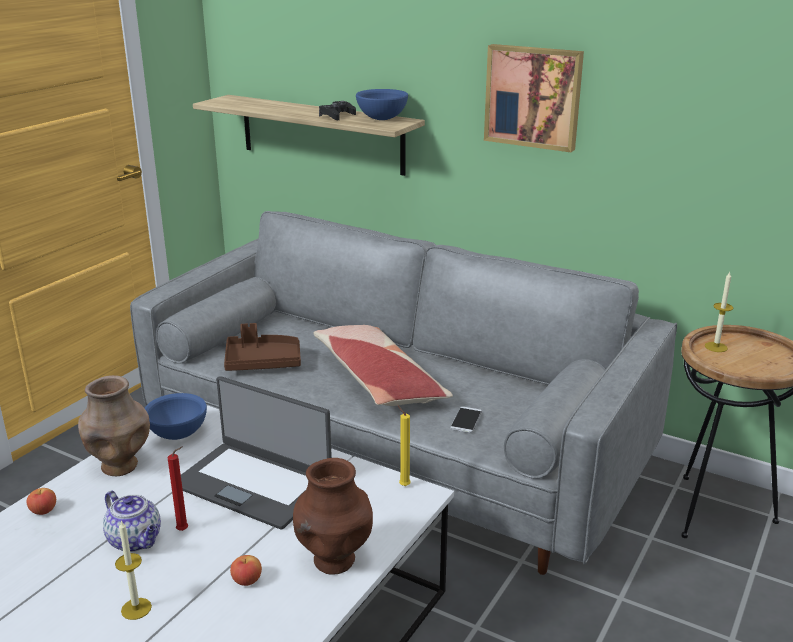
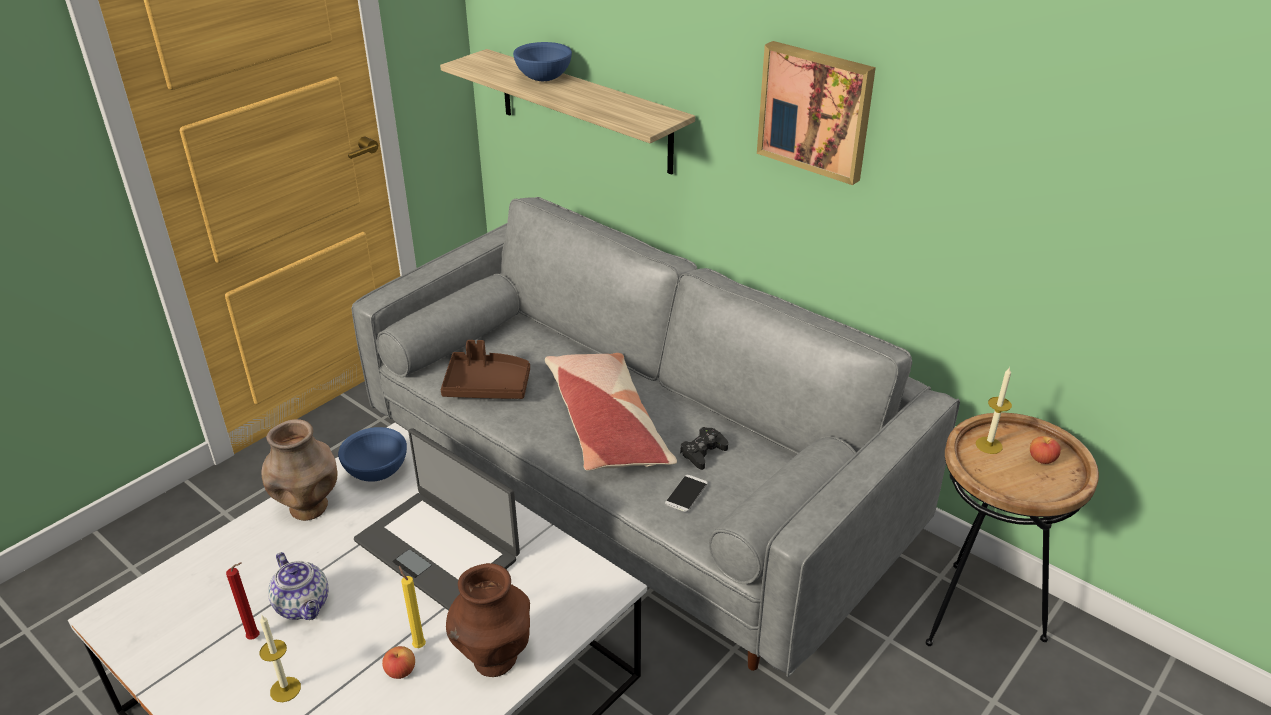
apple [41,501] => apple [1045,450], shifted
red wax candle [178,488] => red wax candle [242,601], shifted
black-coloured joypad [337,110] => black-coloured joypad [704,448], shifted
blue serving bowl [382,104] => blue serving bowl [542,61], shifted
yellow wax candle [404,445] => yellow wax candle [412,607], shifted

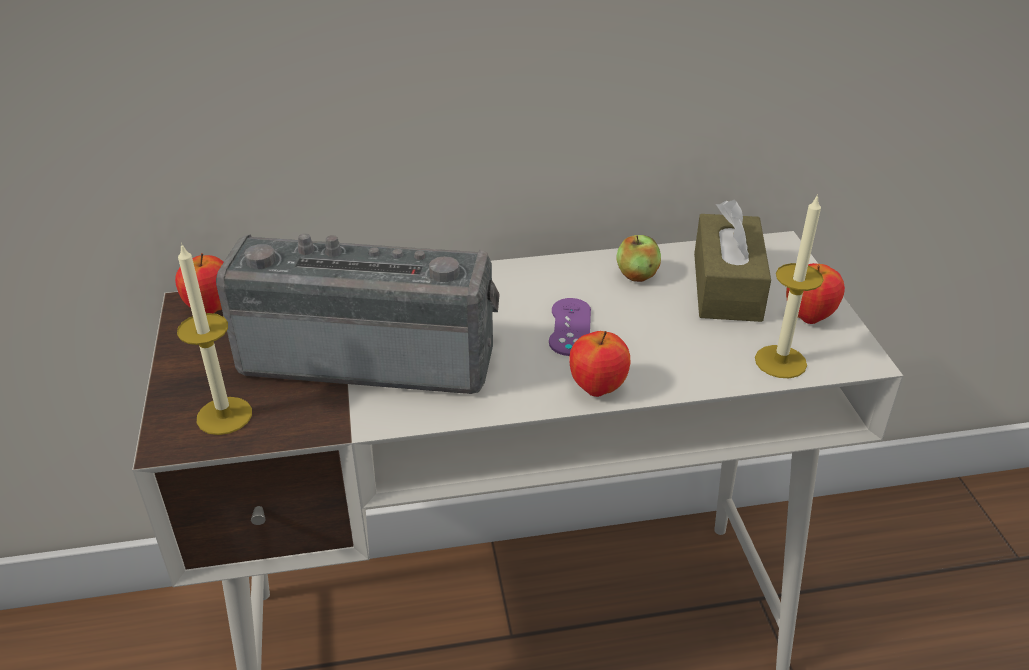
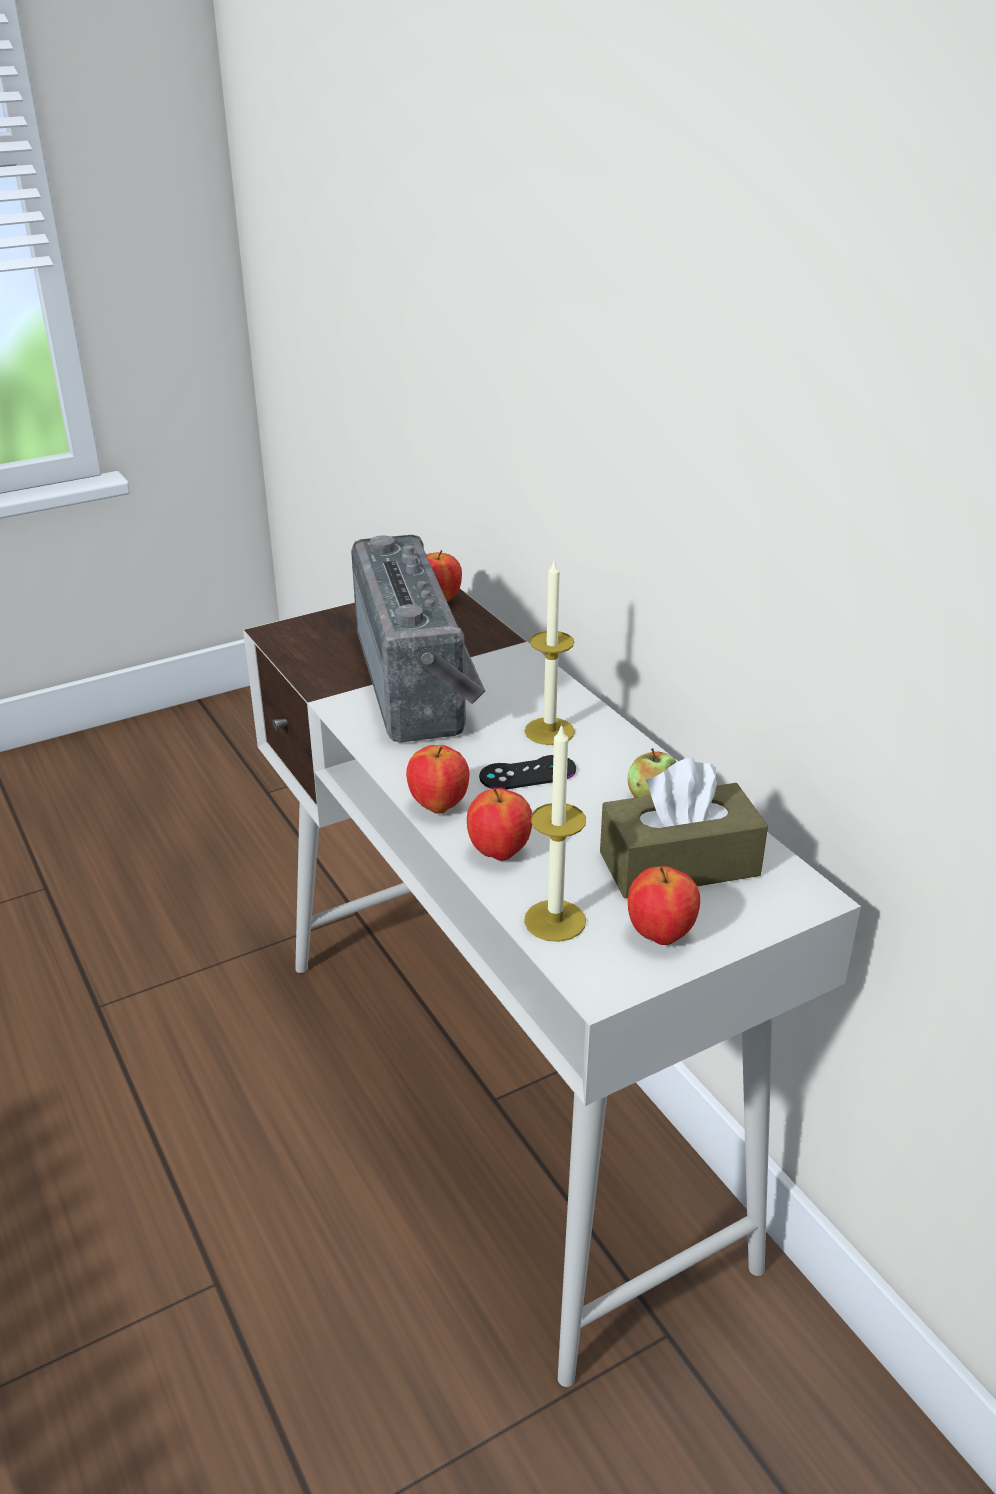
nothing => apple [499,824]
wax candle [214,339] => wax candle [550,651], shifted
purple joypad [570,327] => black-coloured joypad [527,772]

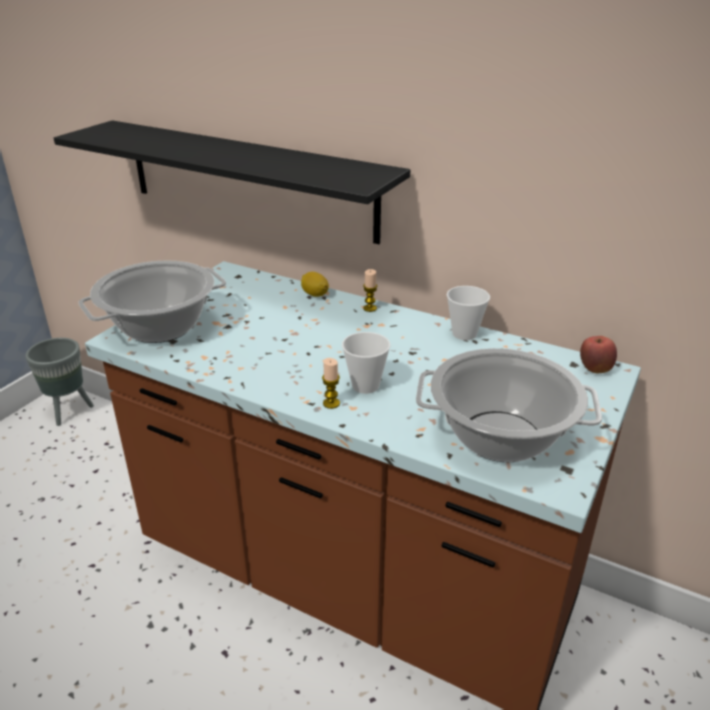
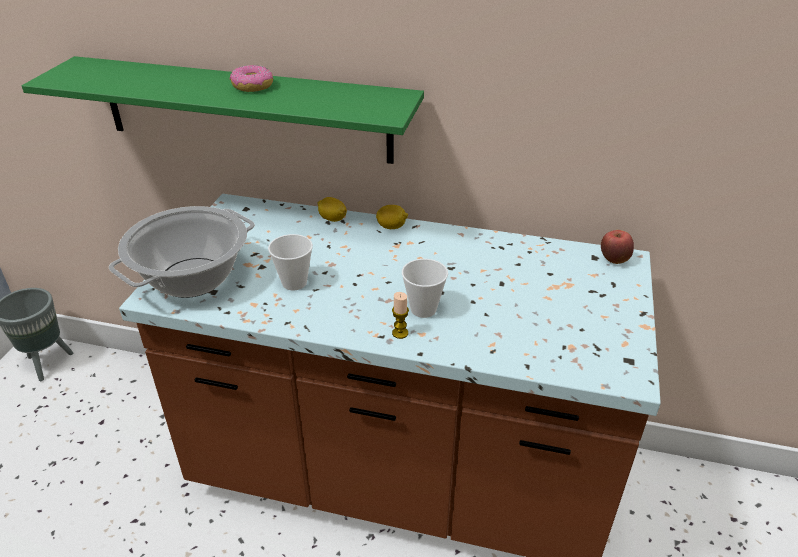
saucepot [509,405] => nothing
nothing => donut [251,78]
cup [468,313] => cup [290,262], shifted
wax candle [370,290] => citrus fruit [392,217]
black-coloured shelf [232,182] => green shelf [223,110]

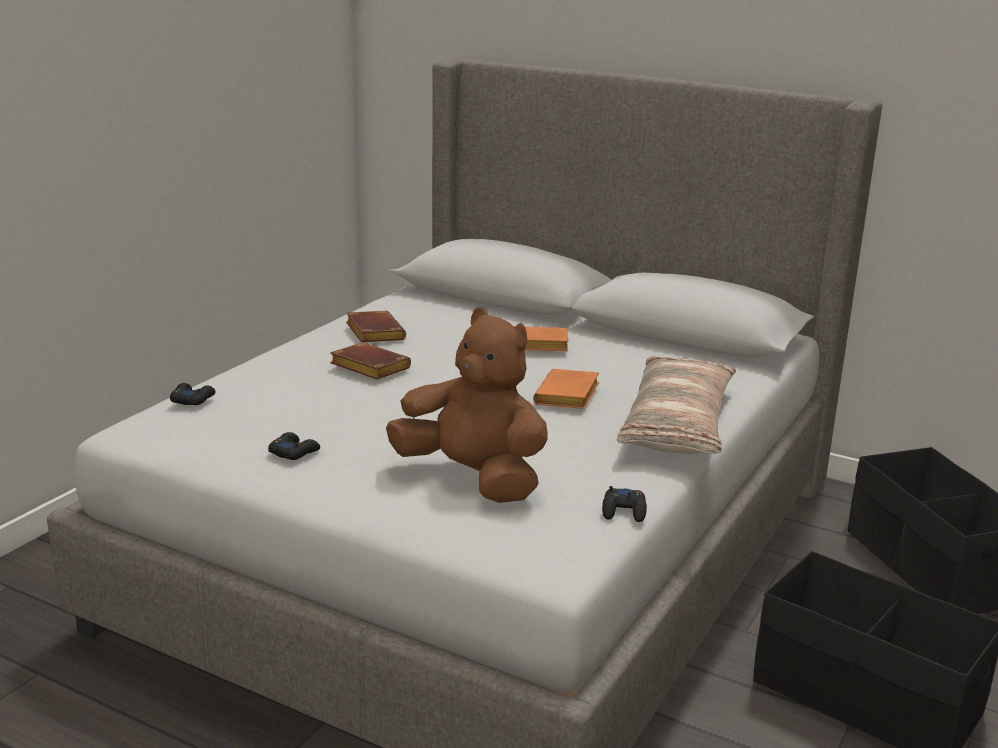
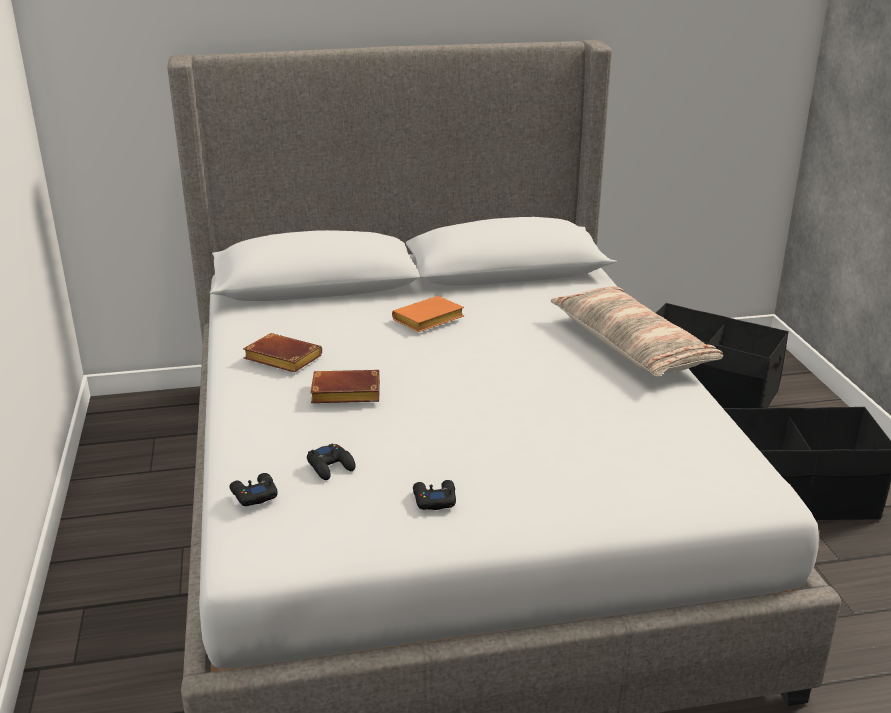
brown plush toy [467,405] => nothing
orange book [566,389] => nothing
black-coloured joypad [624,504] => black-coloured joypad [331,462], shifted

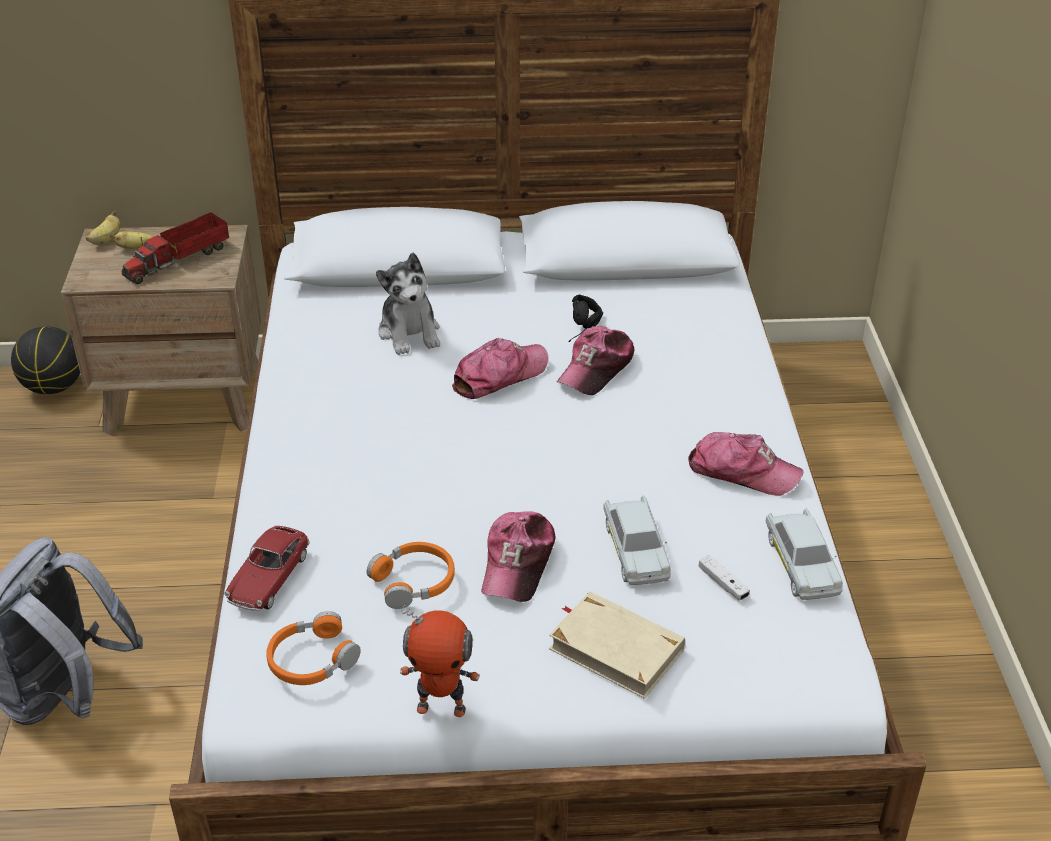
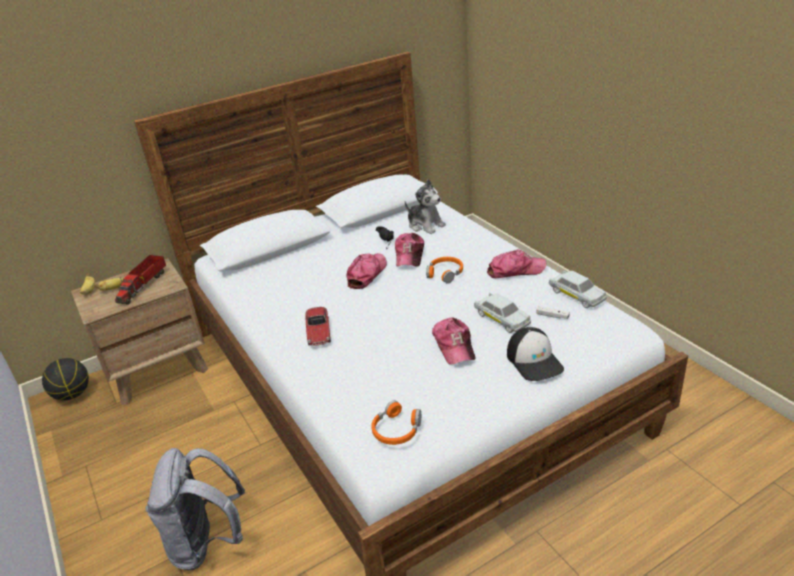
model robot [440,661] => nothing
model car [267,568] => model car [318,326], shifted
orange pair of headphones [411,575] => orange pair of headphones [444,270], shifted
plush toy [408,304] => plush toy [425,206], shifted
beige-coloured book [617,645] => cap [535,354]

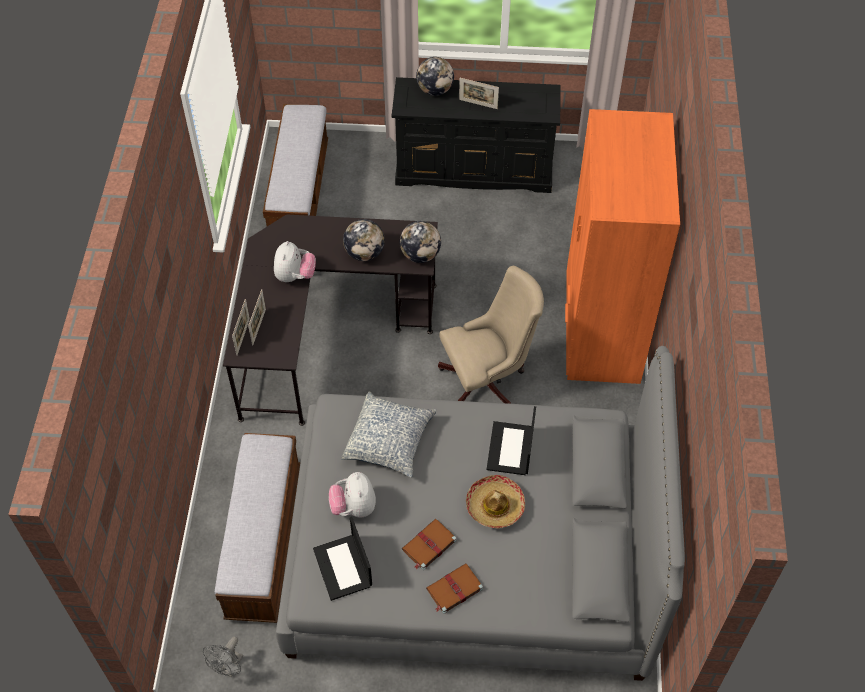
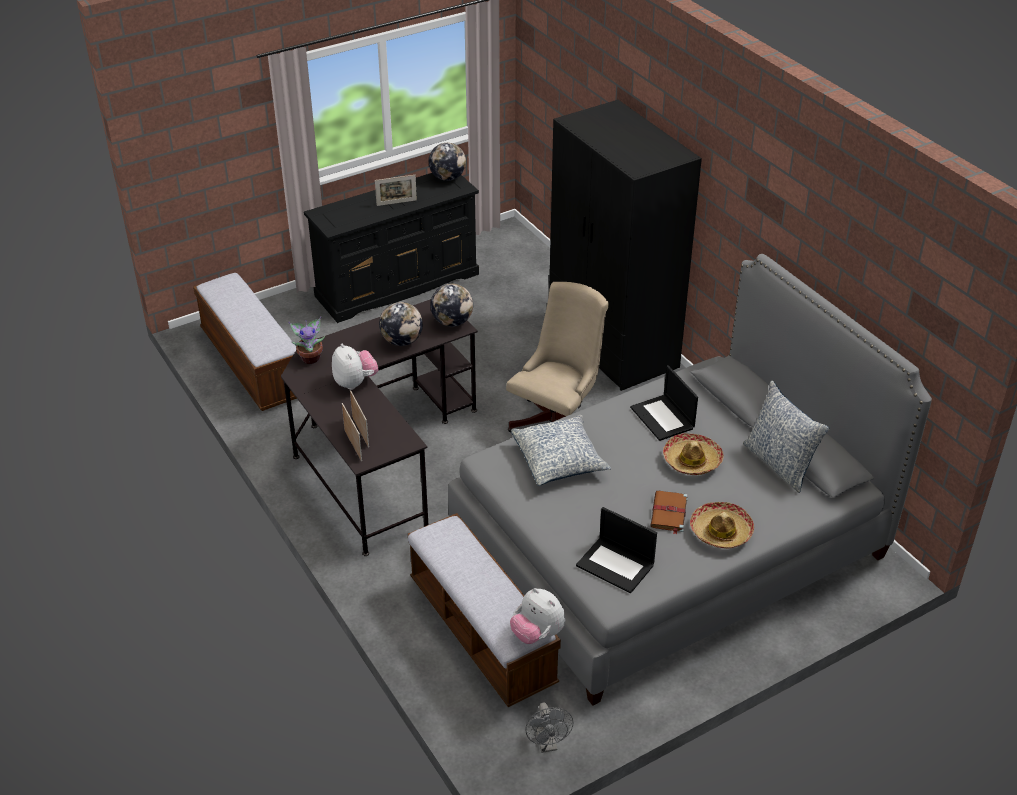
nothing => potted plant [306,340]
nothing => throw pillow [786,437]
plush toy [352,495] => plush toy [538,616], shifted
world globe [435,76] => world globe [447,162], shifted
brown book [454,589] => wearable hat [722,525]
orange clothes cupboard [622,246] => black-coloured clothes cupboard [625,245]

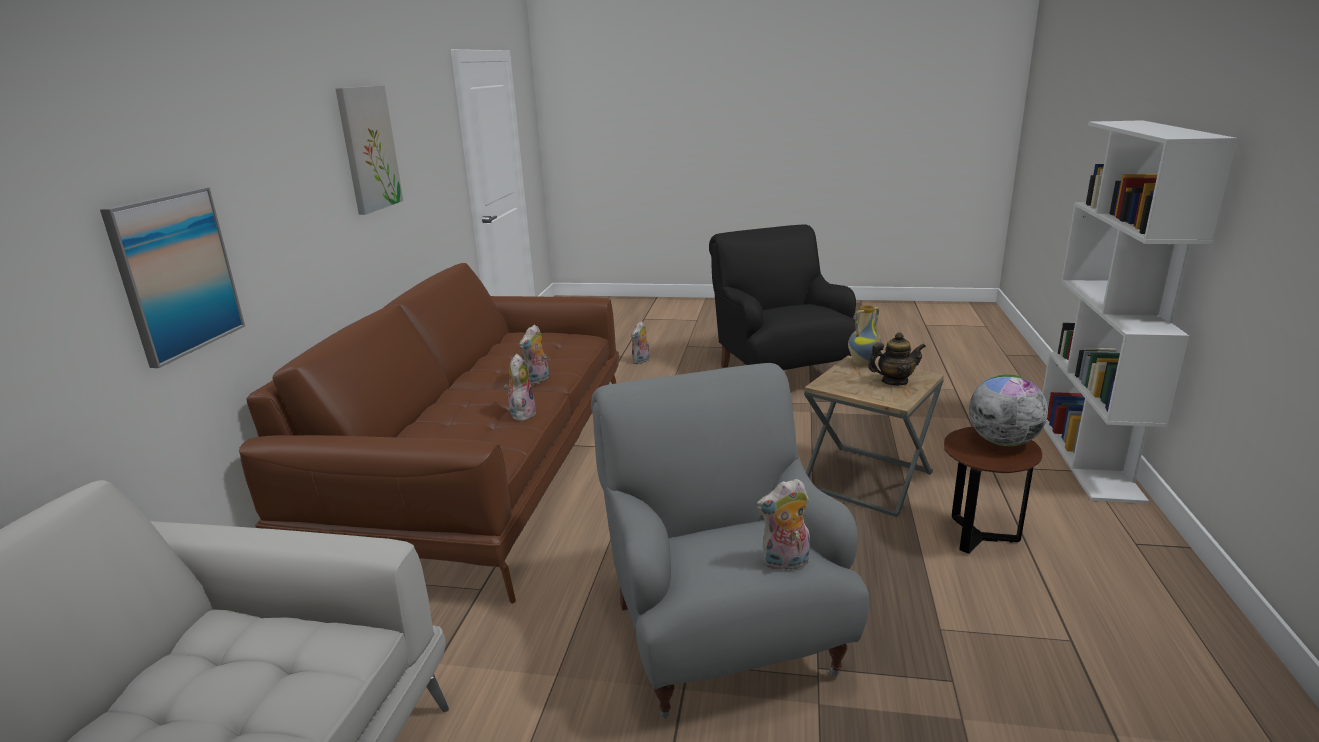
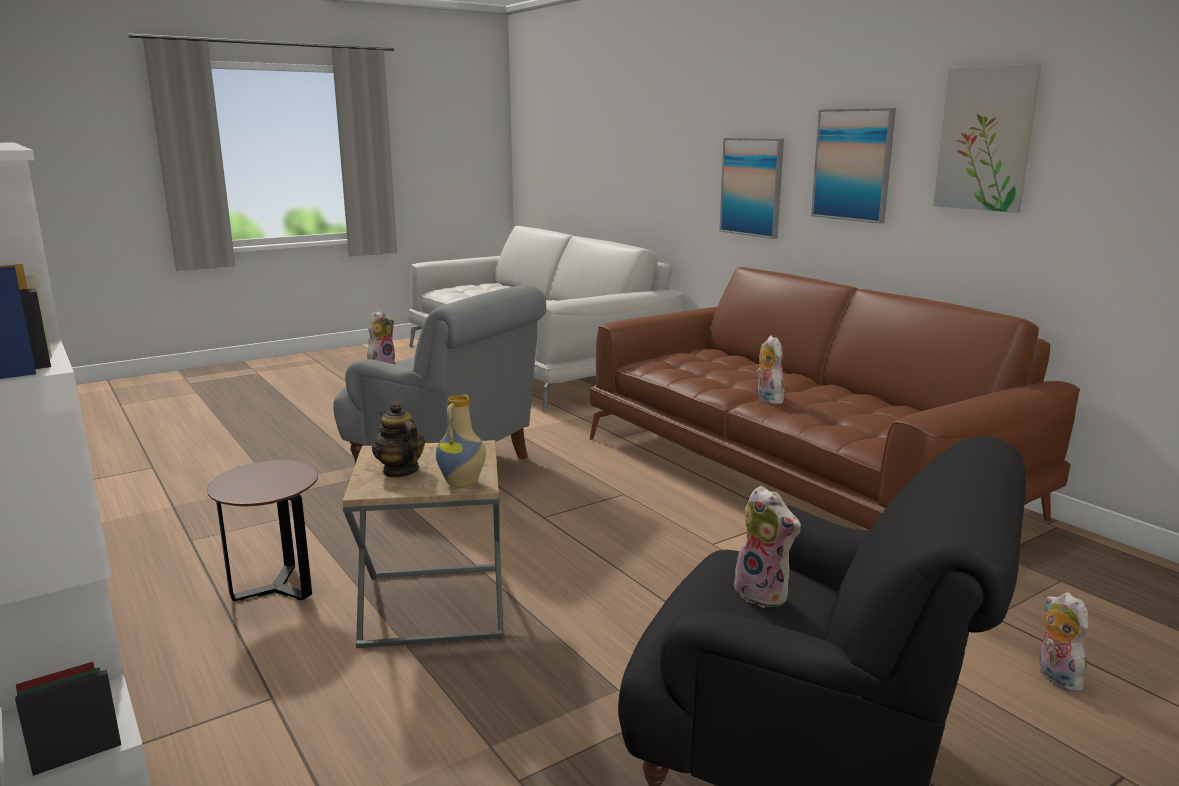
world globe [1008,410] => nothing
nothing => wall picture [853,166]
plush toy [520,387] => plush toy [765,547], shifted
pot for tea [897,359] => pot for tea [398,440], 105 degrees clockwise

